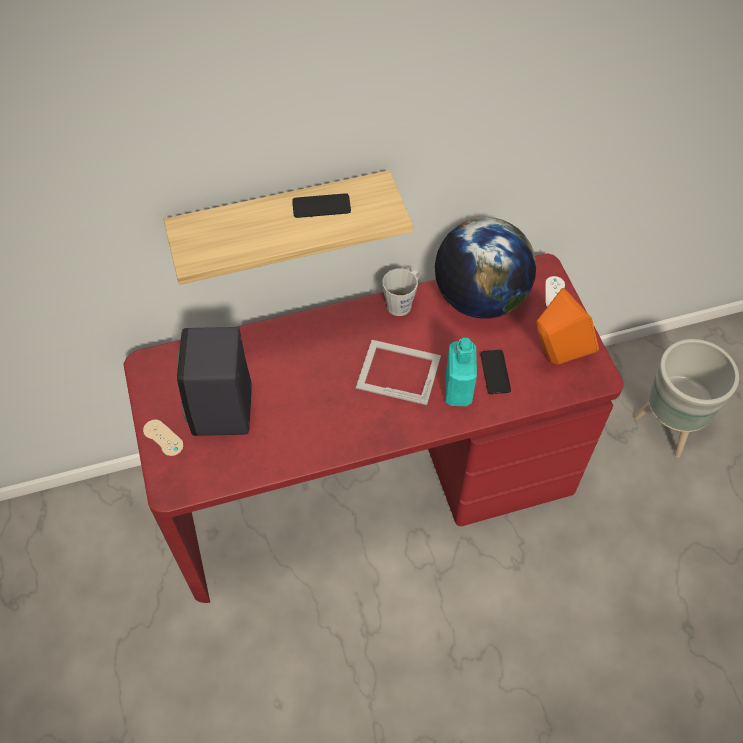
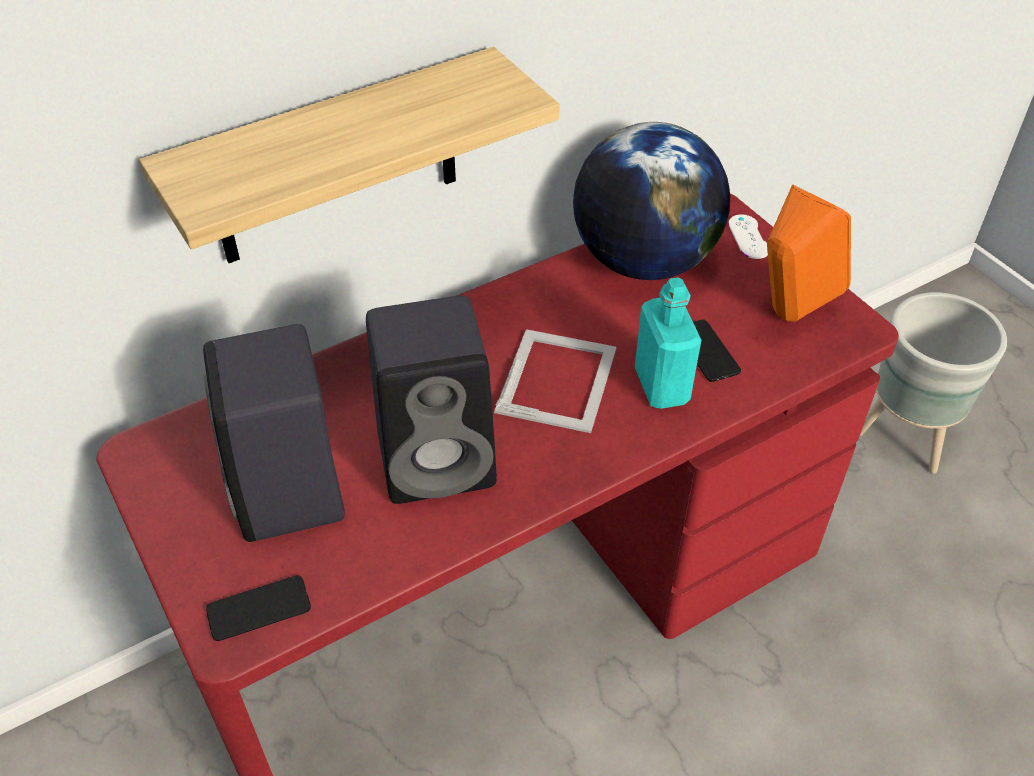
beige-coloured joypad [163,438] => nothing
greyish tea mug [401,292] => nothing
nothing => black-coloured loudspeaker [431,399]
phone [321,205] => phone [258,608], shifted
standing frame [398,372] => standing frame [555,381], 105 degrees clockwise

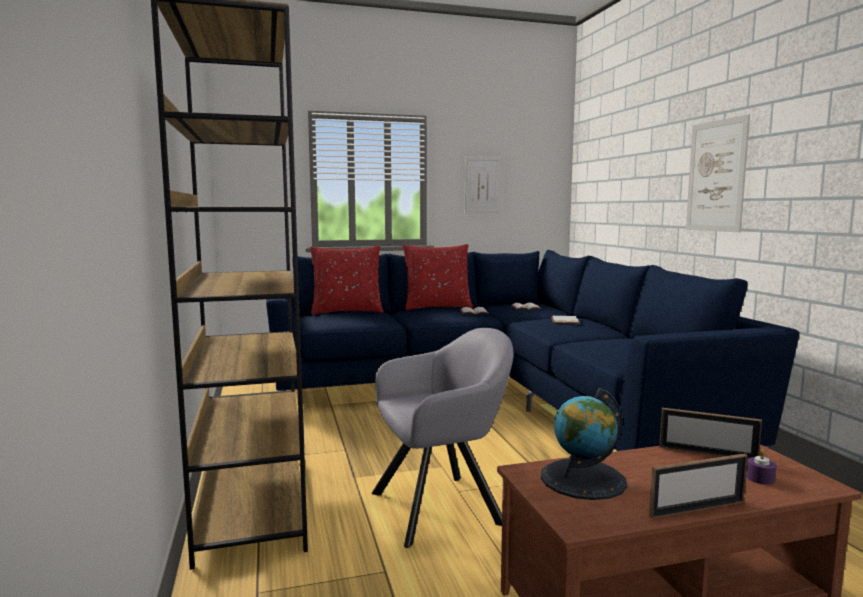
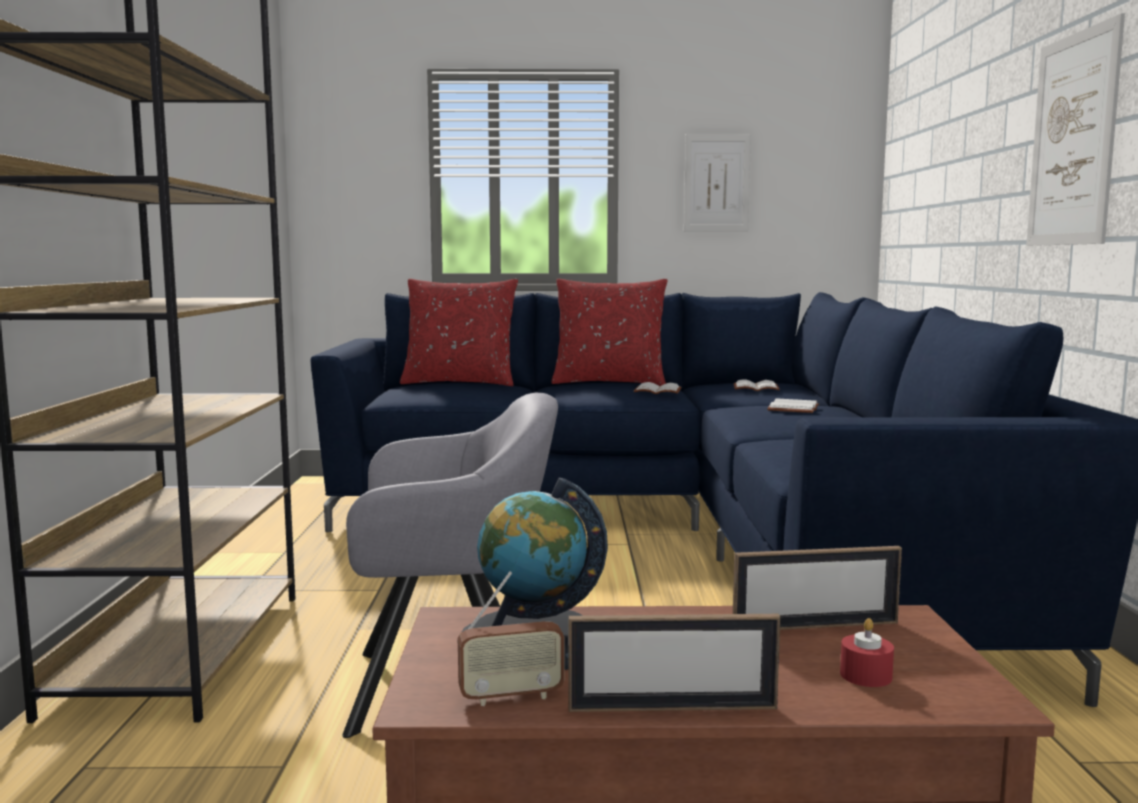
nothing => radio [511,639]
purple wax candle [761,467] => red wax candle [867,652]
standing frame [710,433] => standing frame [817,588], 45 degrees counterclockwise

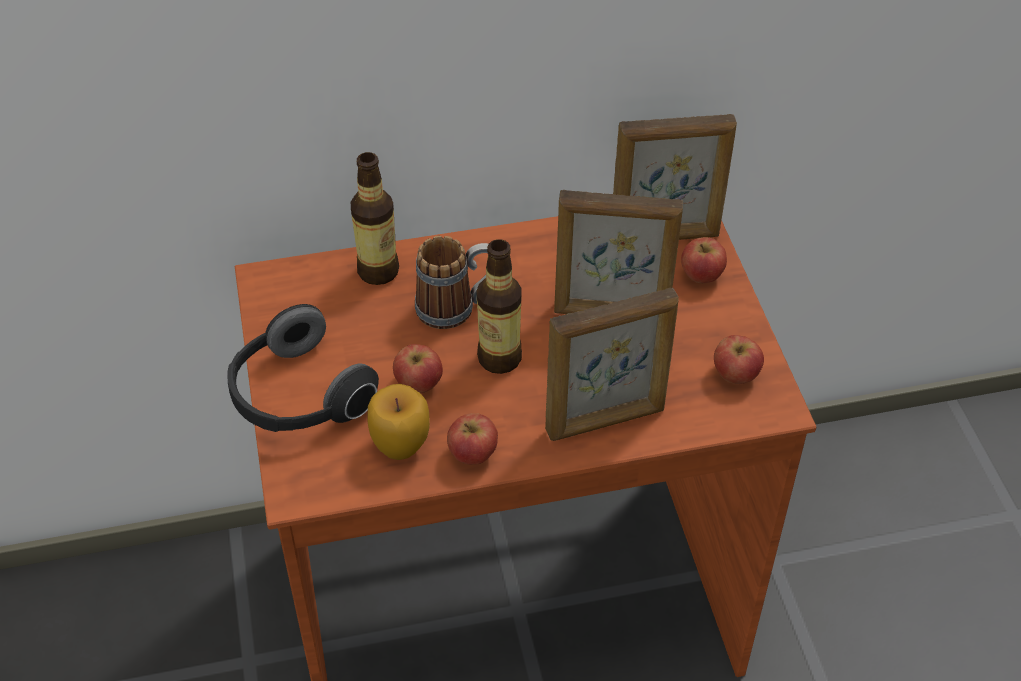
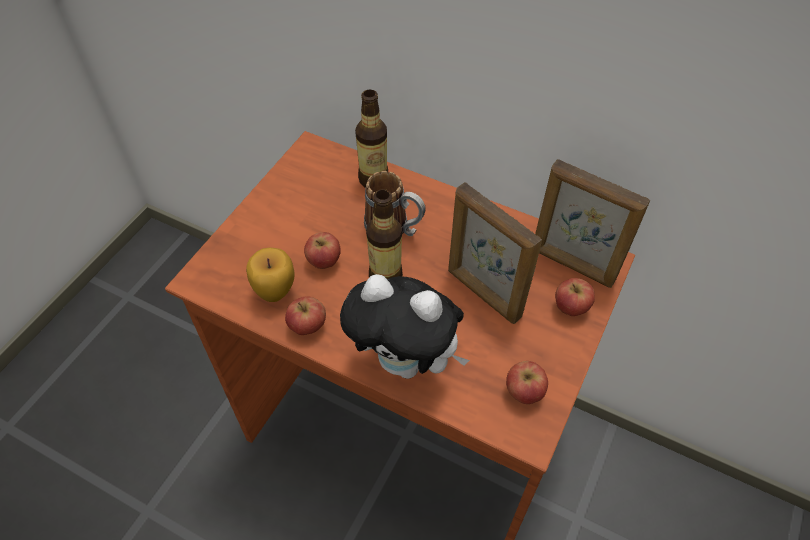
pair of headphones [303,368] => nothing
standing frame [612,364] => plush toy [405,326]

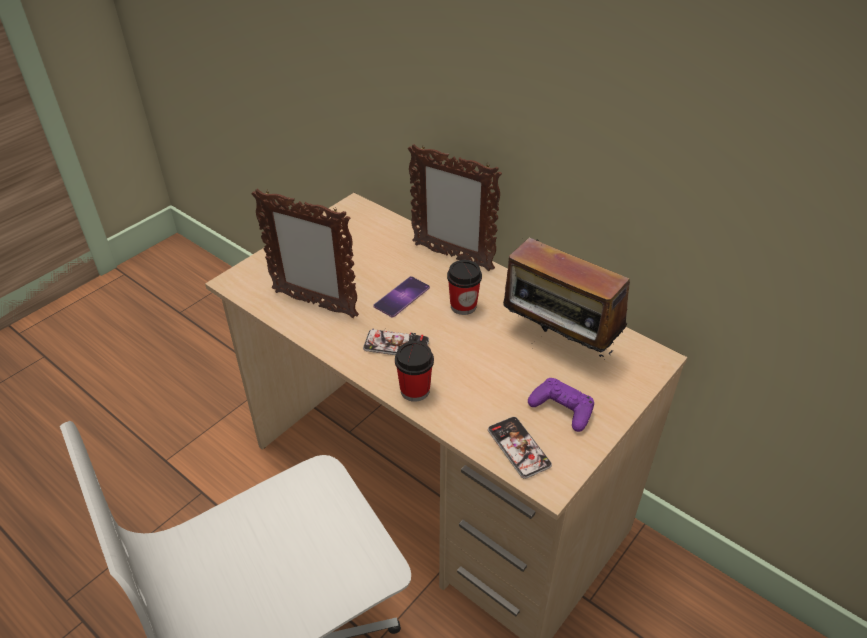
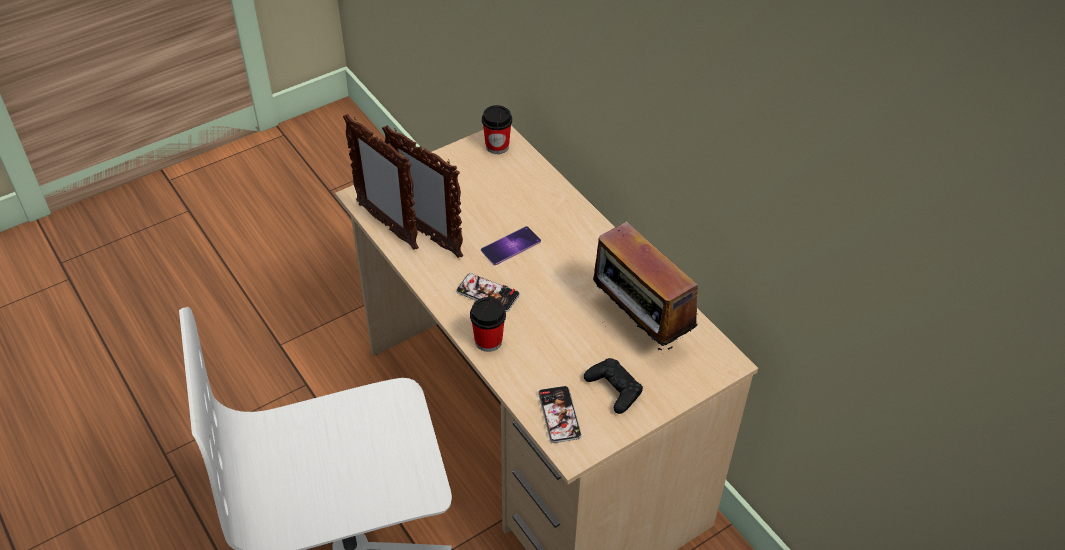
standing frame [455,207] => standing frame [381,182], shifted
cup [464,287] => cup [497,129], shifted
purple joypad [561,405] => black-coloured joypad [613,386]

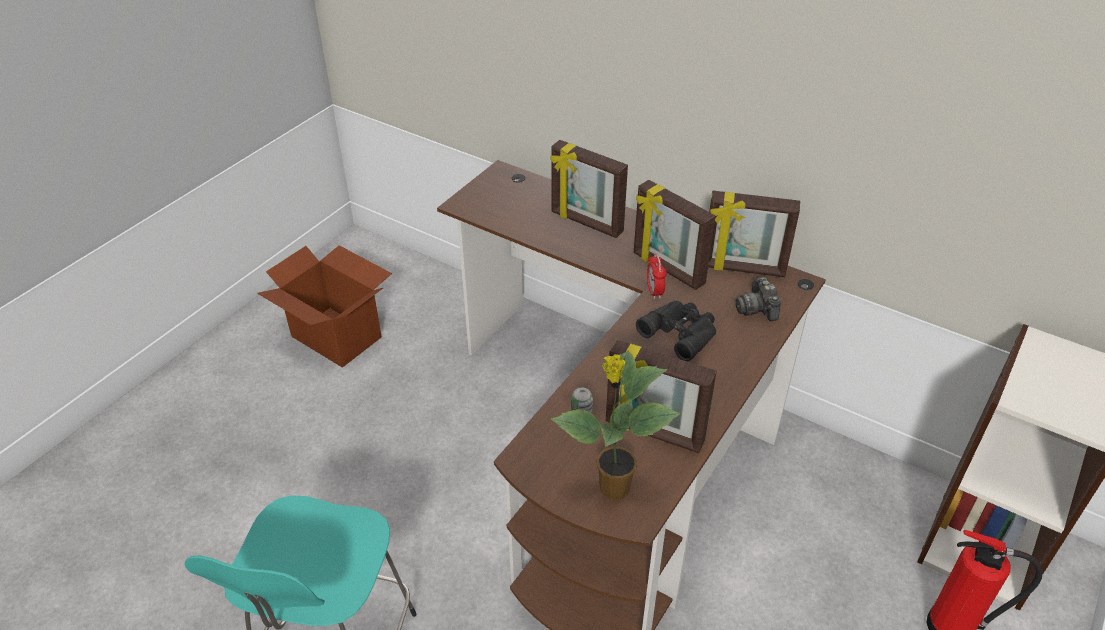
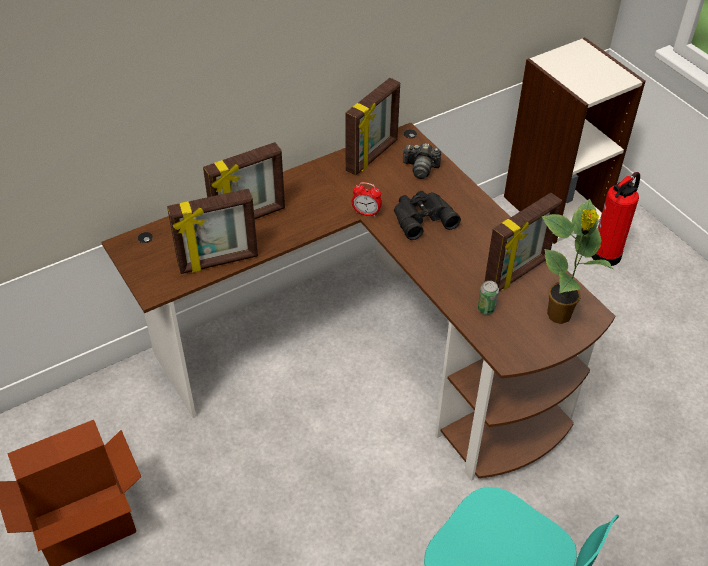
standing frame [674,235] => standing frame [212,231], shifted

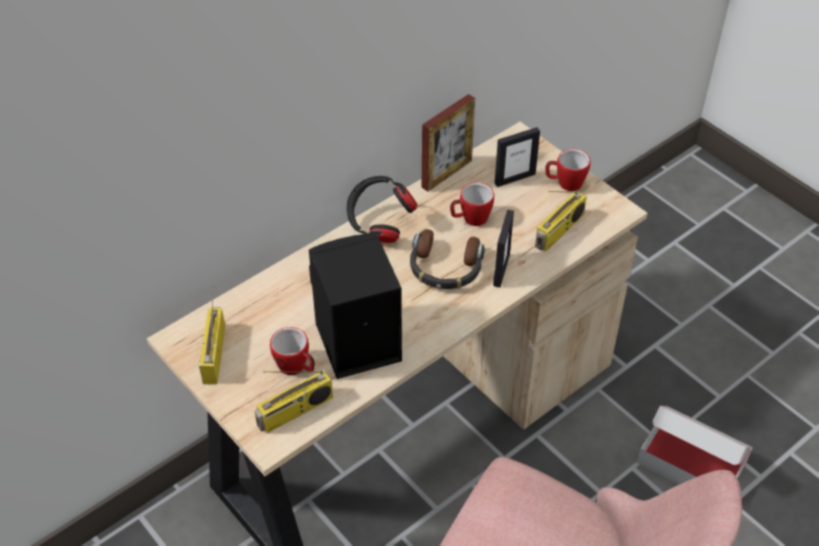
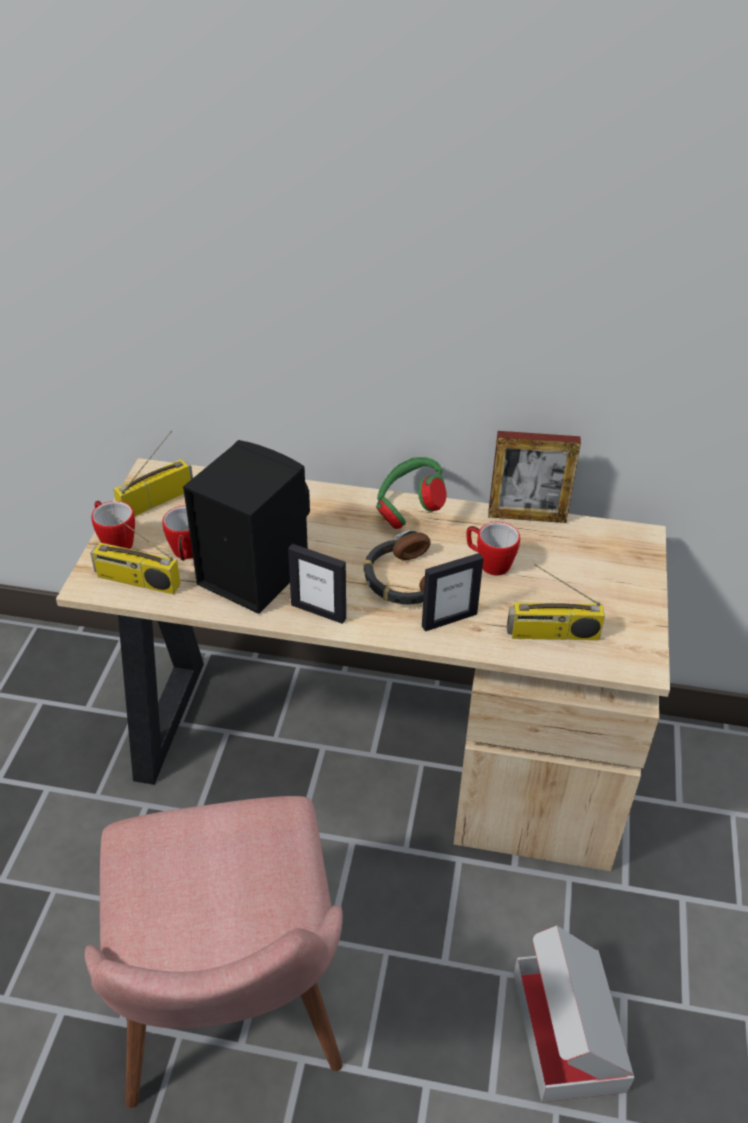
standing frame [517,157] => standing frame [317,584], shifted
tea mug [568,170] => tea mug [113,525], shifted
black-coloured pair of headphones [381,209] => green pair of headphones [411,493]

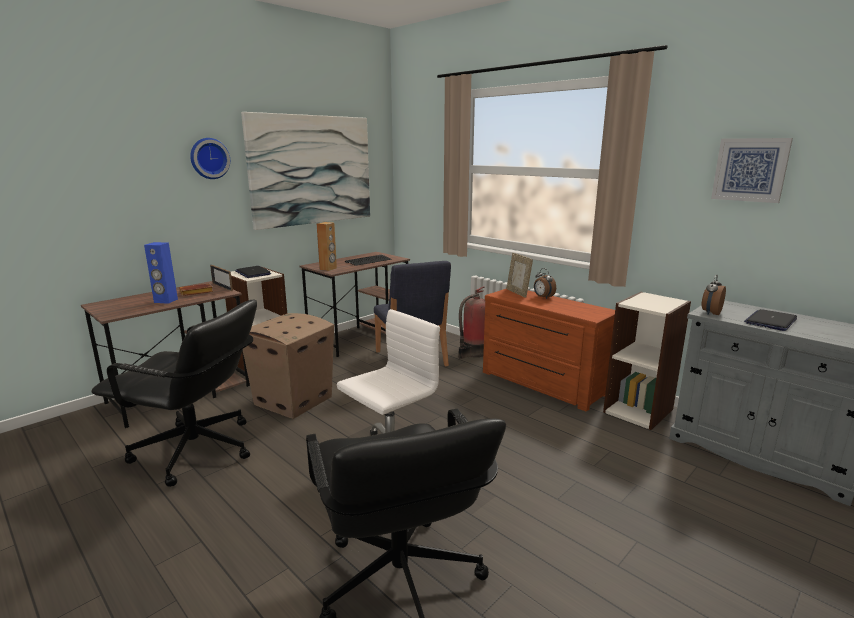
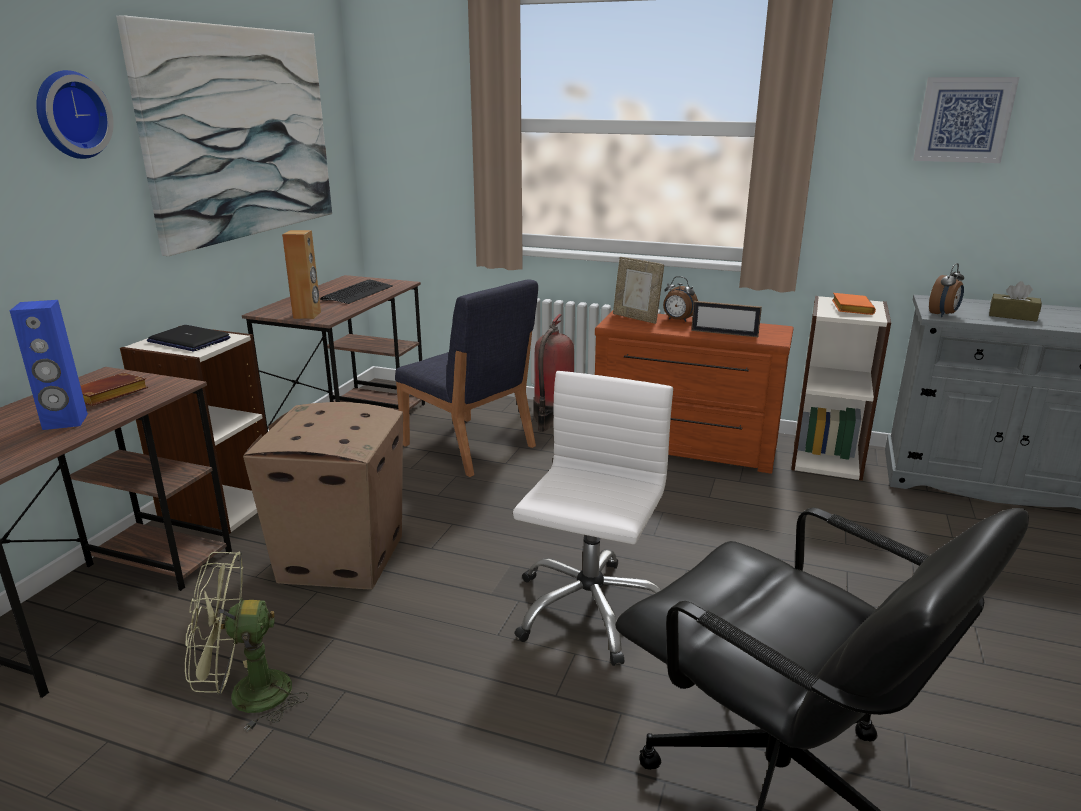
nothing => orange book [854,304]
standing frame [221,278] => standing frame [726,319], shifted
black-coloured computer chair [174,393] => green electric fan [247,641]
laptop [770,320] => brown tissue holder [1015,301]
table clock [713,295] => table clock [946,290], 150 degrees counterclockwise

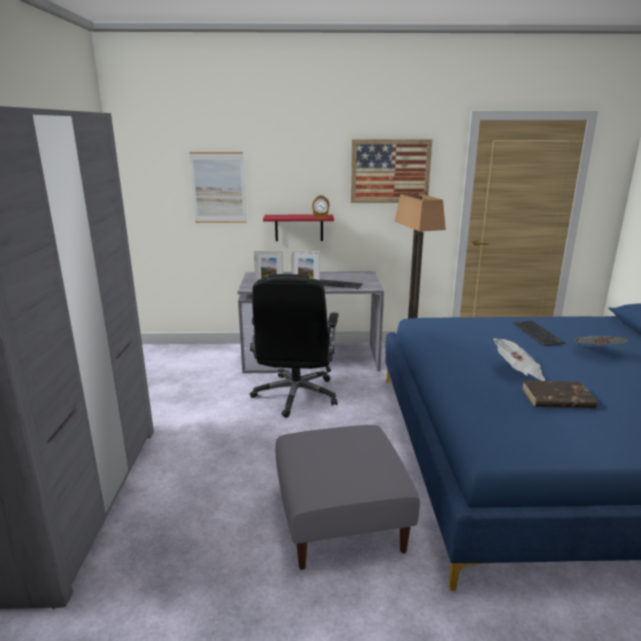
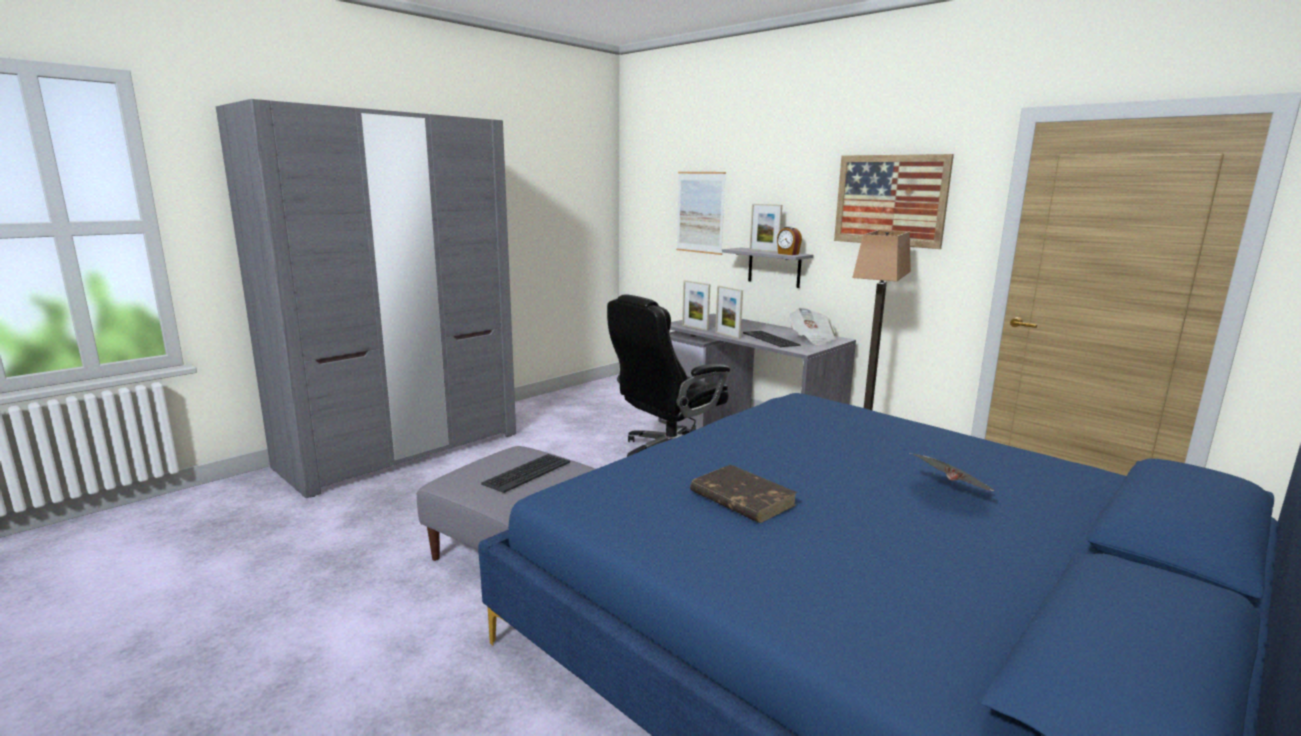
nothing => standing frame [765,228]
daily paper [519,359] => daily paper [813,326], shifted
keyboard [539,333] => keyboard [525,473], shifted
red shelf [298,227] => greyish shelf [767,267]

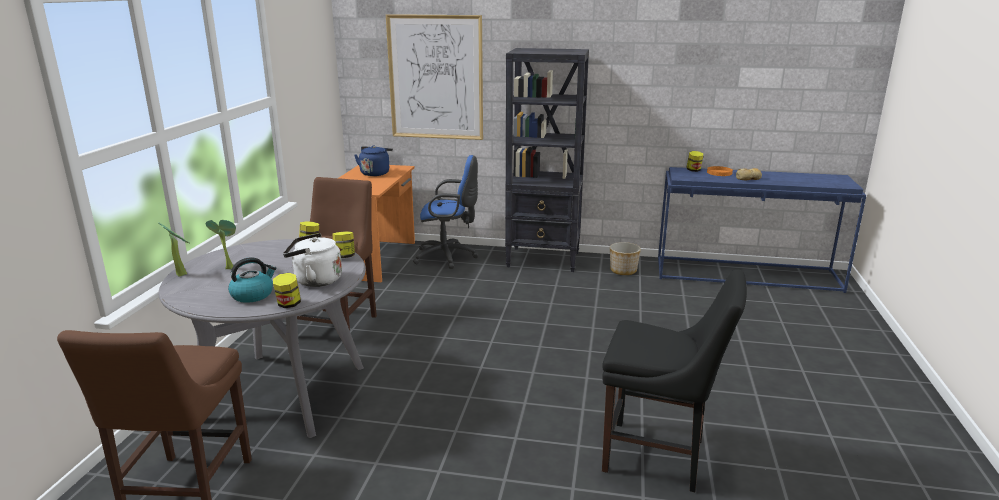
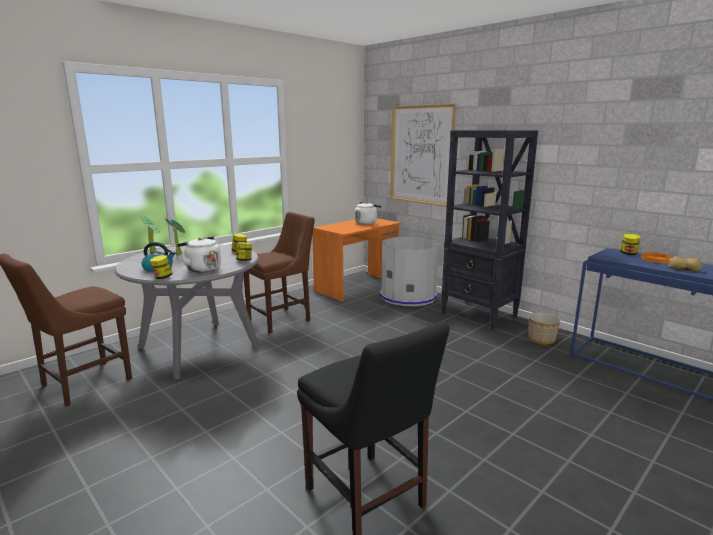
blue computer chair [446,212] => greyish waste bin [409,271]
blue tea kettle [373,161] => white tea kettle [368,213]

